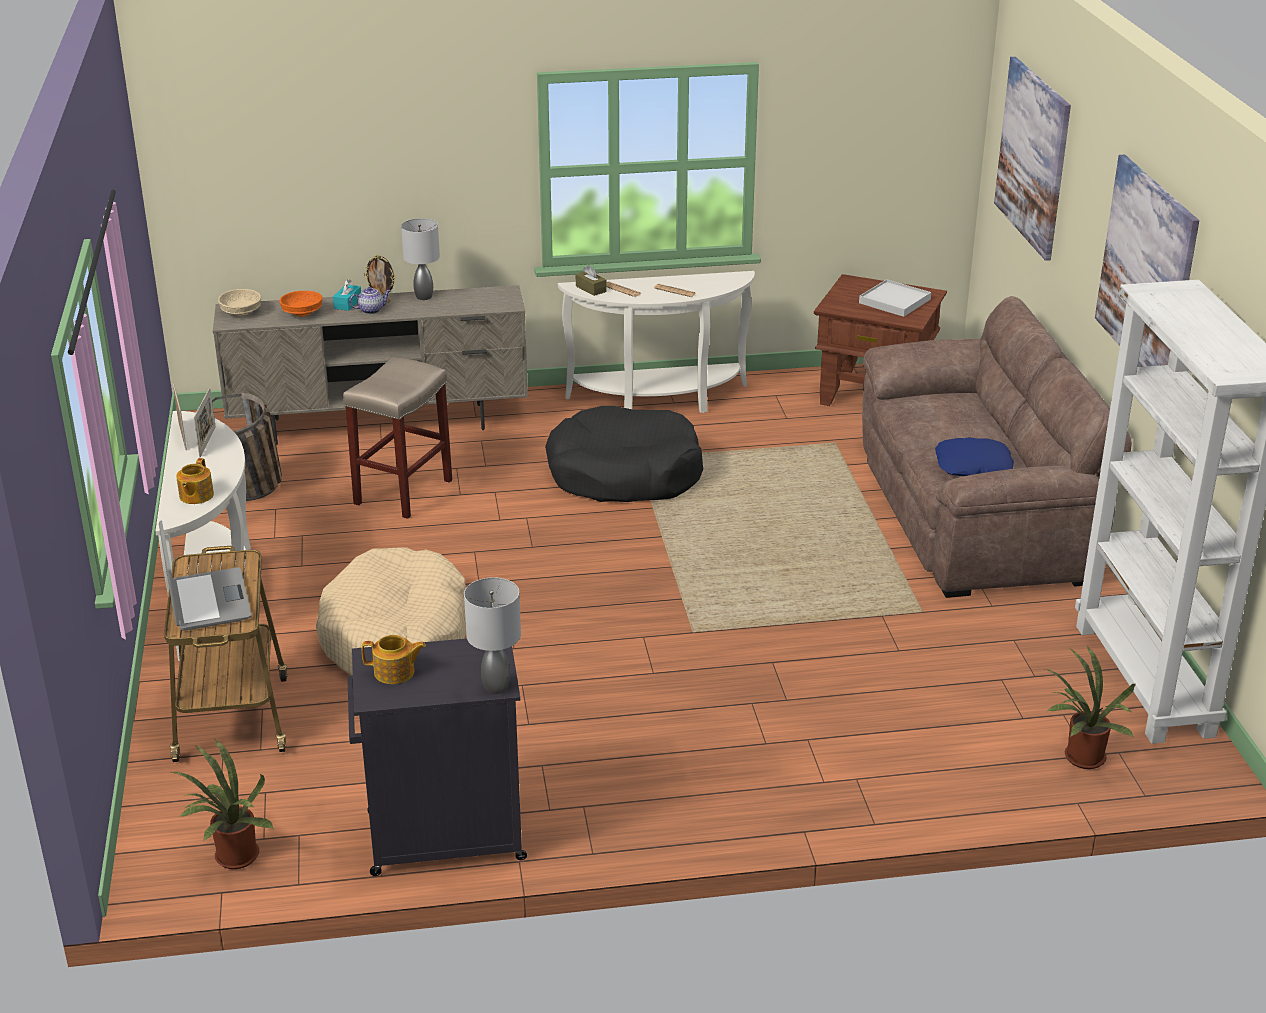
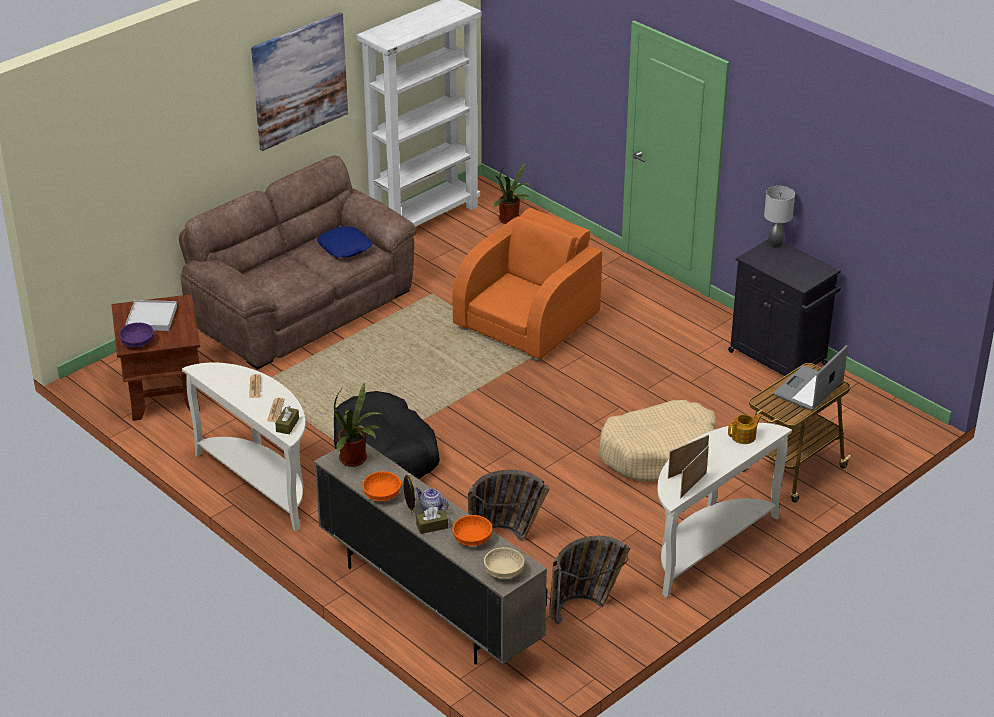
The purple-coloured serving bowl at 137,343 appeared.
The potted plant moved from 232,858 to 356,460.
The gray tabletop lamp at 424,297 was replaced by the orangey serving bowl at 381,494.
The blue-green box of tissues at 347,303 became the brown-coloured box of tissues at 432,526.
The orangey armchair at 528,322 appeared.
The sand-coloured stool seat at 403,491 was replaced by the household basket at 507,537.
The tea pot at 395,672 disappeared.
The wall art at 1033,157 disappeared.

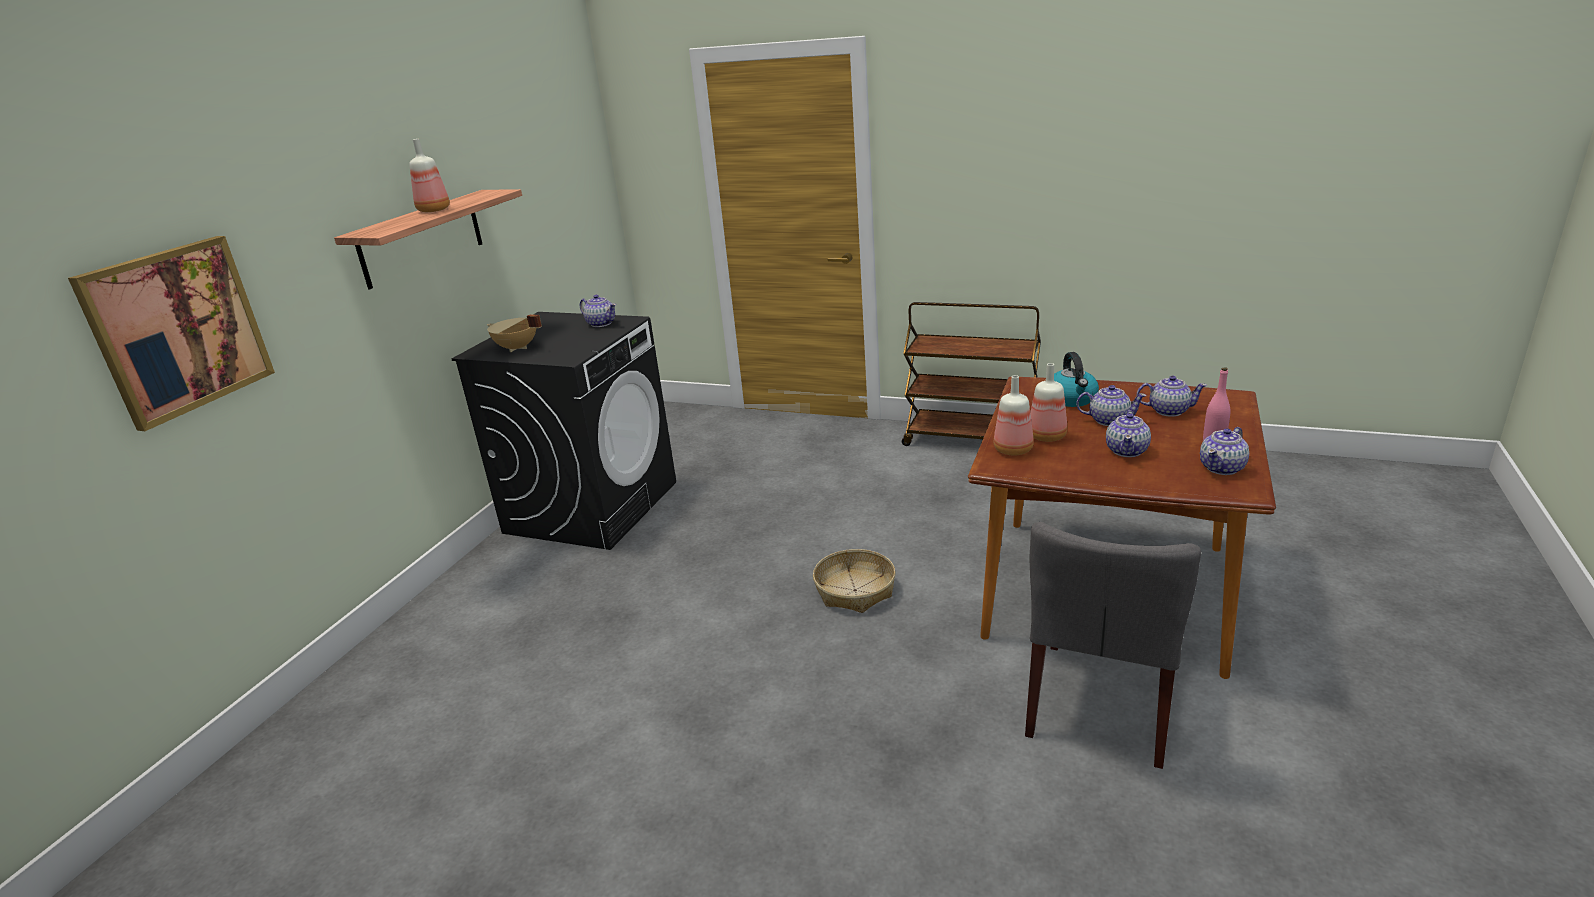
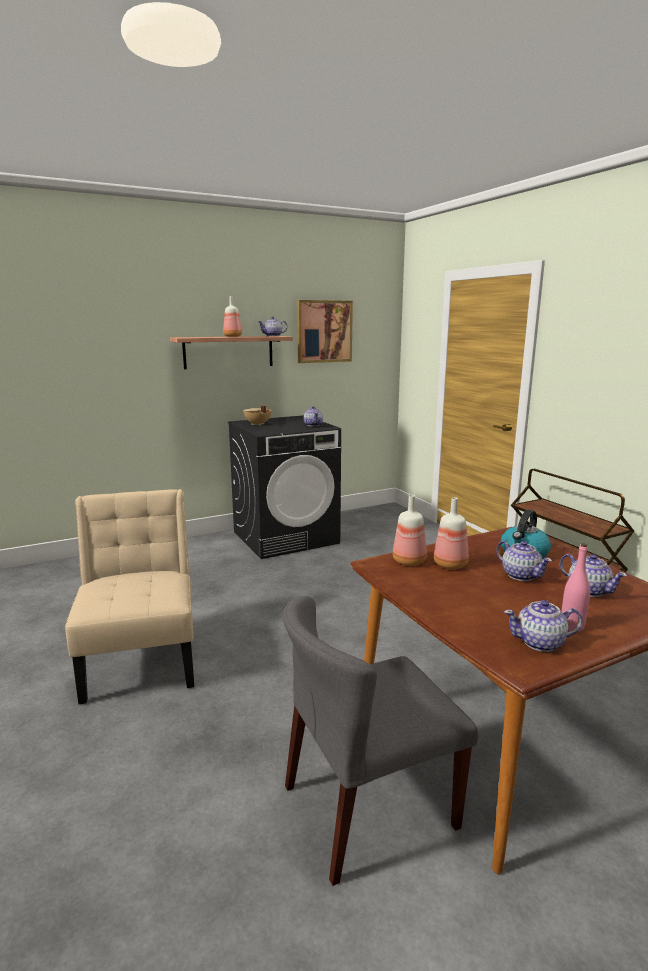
The sand-coloured plain chair at 142,658 appeared.
The tea pot moved from 1127,450 to 273,336.
The wall art moved from 178,330 to 324,331.
The household basket at 854,590 disappeared.

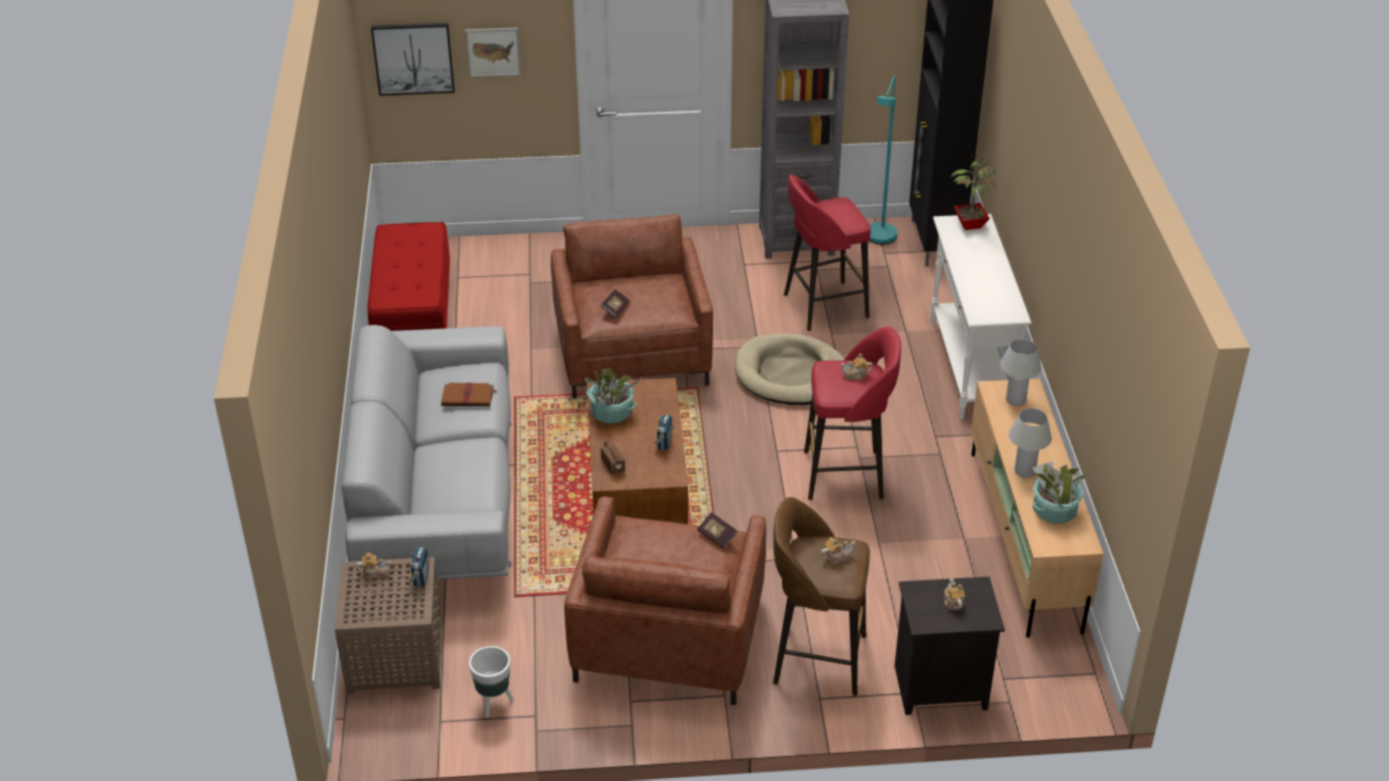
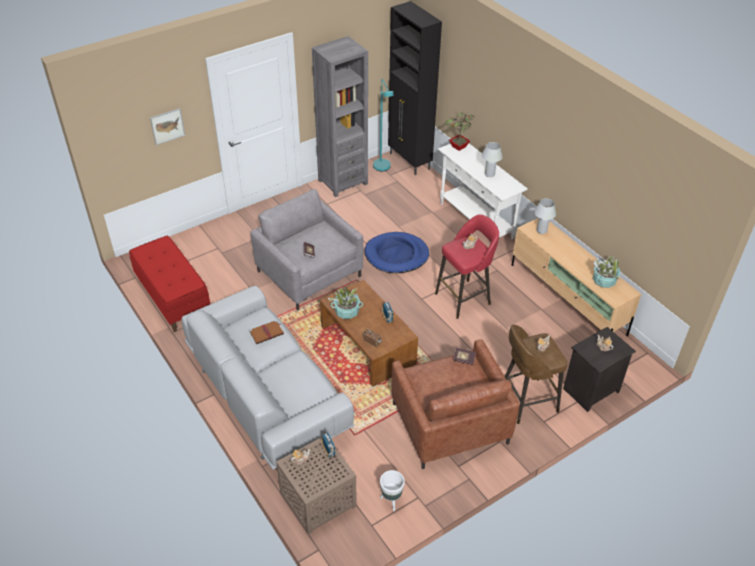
The brown-coloured armchair at 633,355 became the gray armchair at 309,274.
The sand-coloured dog cushion at 791,374 became the blue-coloured dog cushion at 396,255.
The white-coloured tabletop lamp moved from 1024,471 to 489,174.
The wall art at 413,58 disappeared.
The reddish stool seat at 823,306 disappeared.

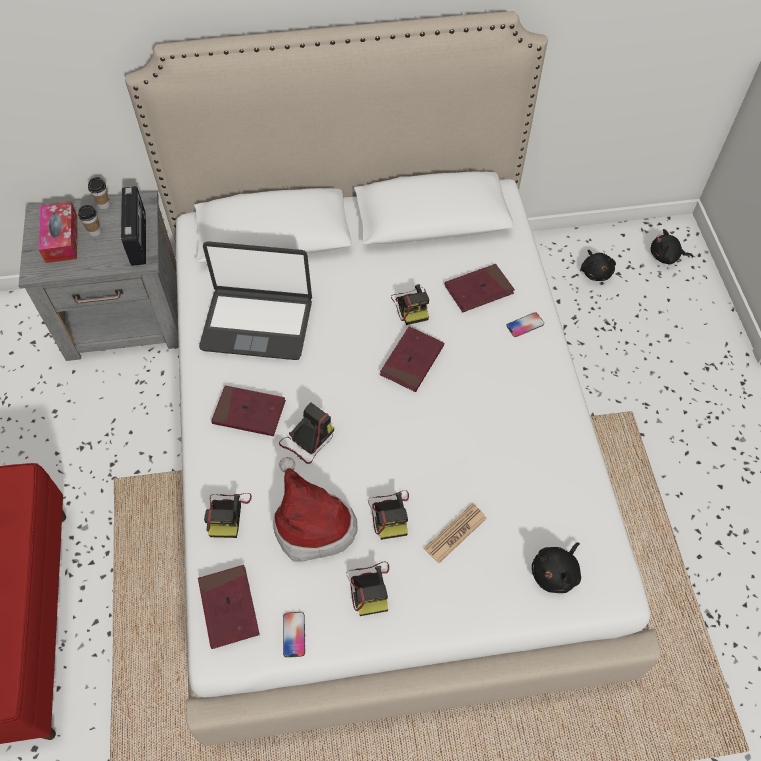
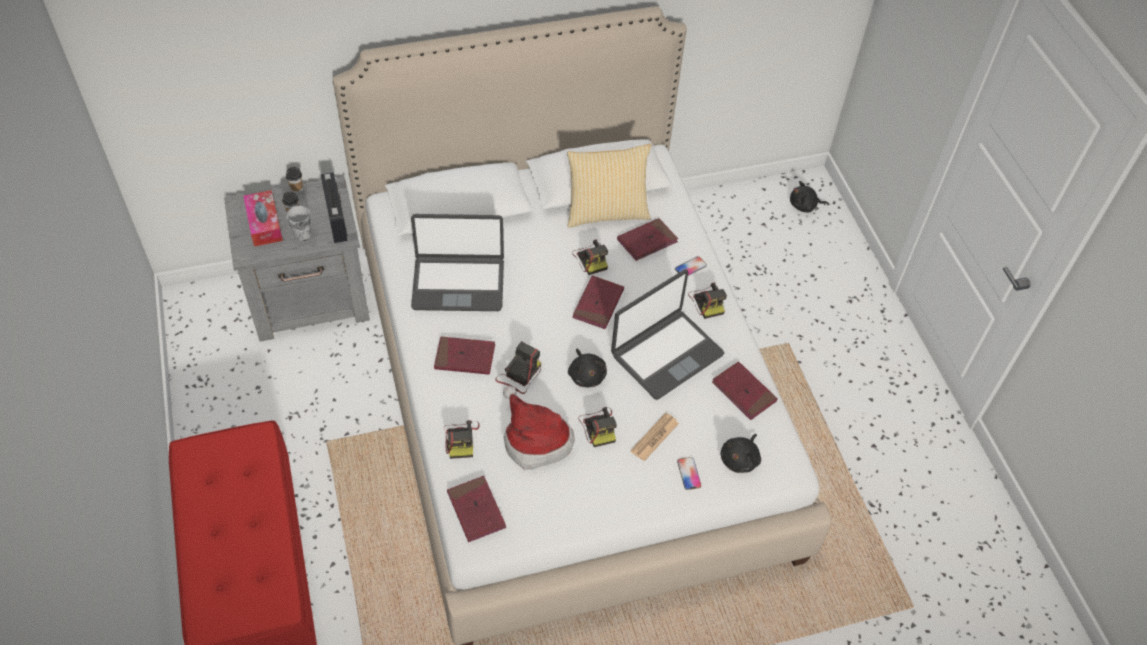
The small cup at 302,235 appeared.
The throw pillow at 606,212 appeared.
The blackish cuddly toy moved from 595,272 to 586,375.
The portable computer at 666,354 appeared.
The handset moved from 294,634 to 689,474.
The still camera moved from 370,588 to 707,302.
The reddish volume at 744,392 appeared.

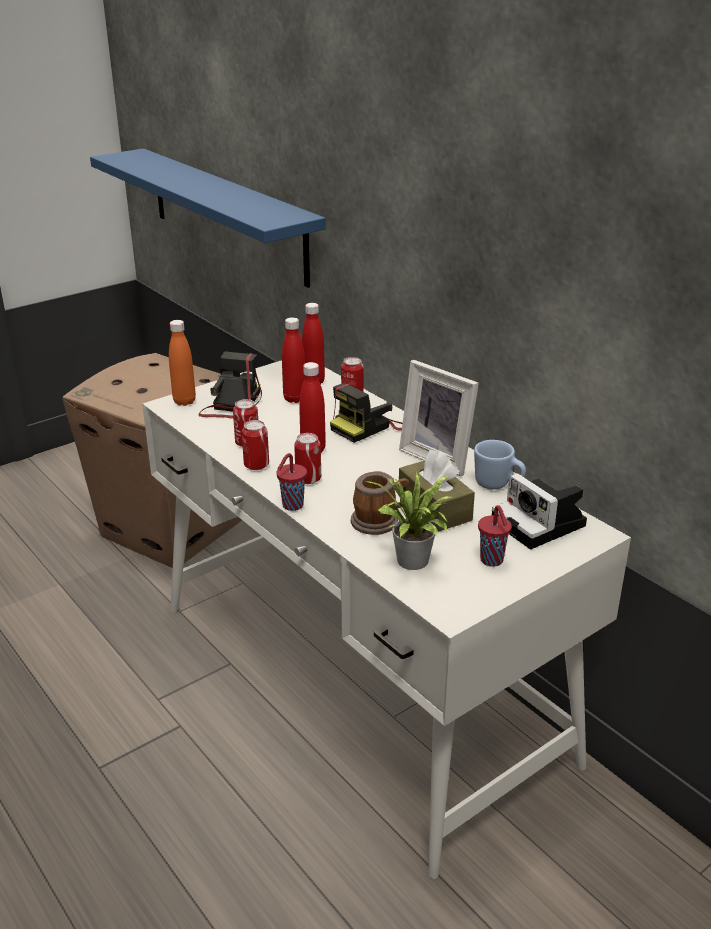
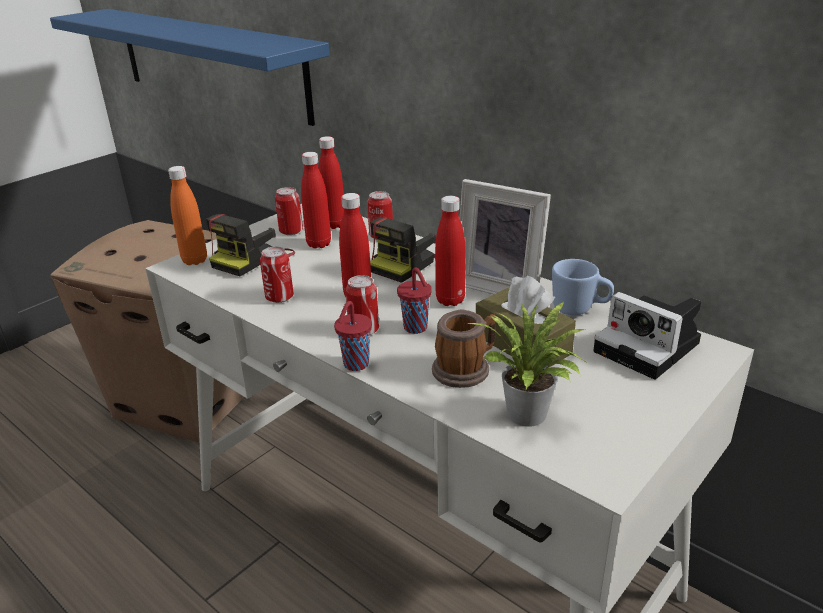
The still camera at 233,406 turned 150 degrees counterclockwise.
The can moved from 256,465 to 291,231.
The reddish small cup moved from 492,561 to 416,328.
The reddish bottle at 450,300 appeared.

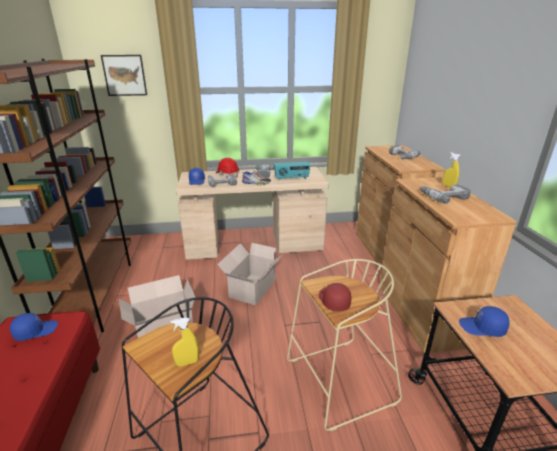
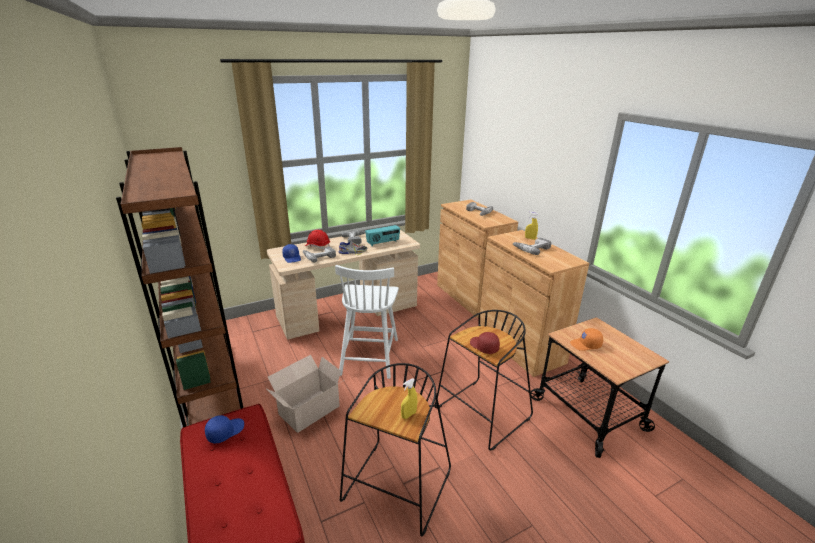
The packing box at 251,289 was replaced by the white-coloured plain chair at 369,355.
The sand-coloured stool seat at 339,383 became the blackish stool seat at 482,414.
The blue-coloured peaked cap at 482,328 became the orangey peaked cap at 586,345.
The wall art at 124,75 disappeared.

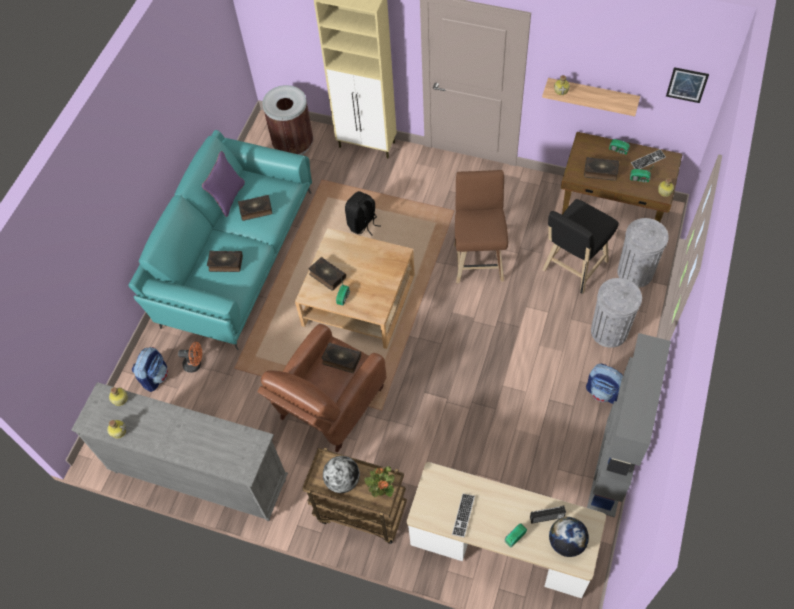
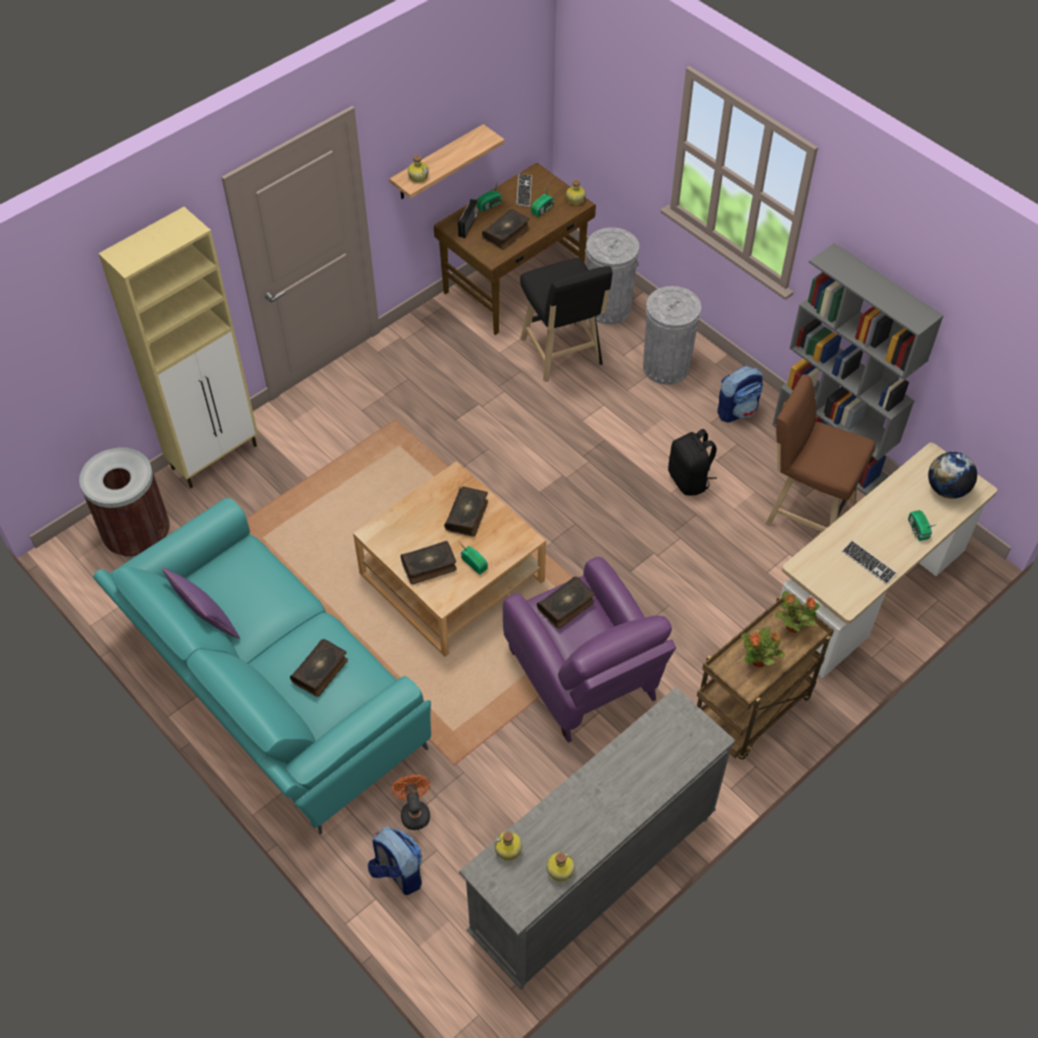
The orangey cooling fan at 195,364 turned 45 degrees counterclockwise.
The volume moved from 256,210 to 467,515.
The radio moved from 547,518 to 468,226.
The brown-coloured armchair at 329,405 became the purple-coloured armchair at 584,678.
The blackish backpack moved from 363,224 to 689,480.
The desk globe at 343,481 was replaced by the potted plant at 759,661.
The brown-coloured stool seat moved from 478,259 to 805,510.
The wall art at 687,85 disappeared.

